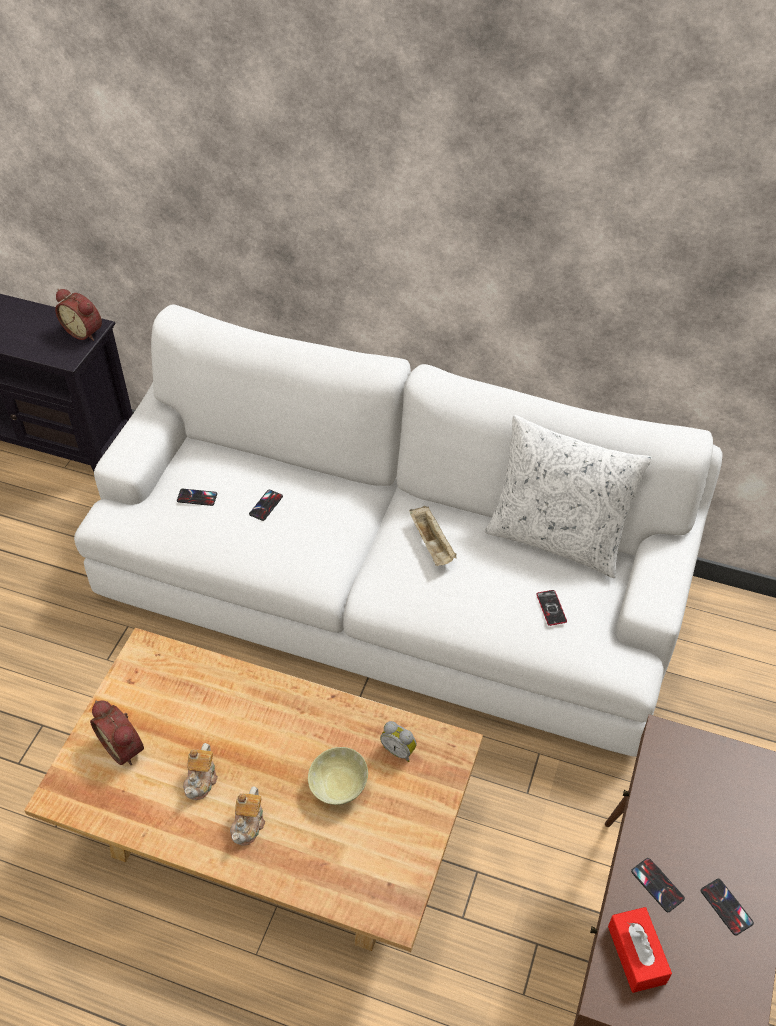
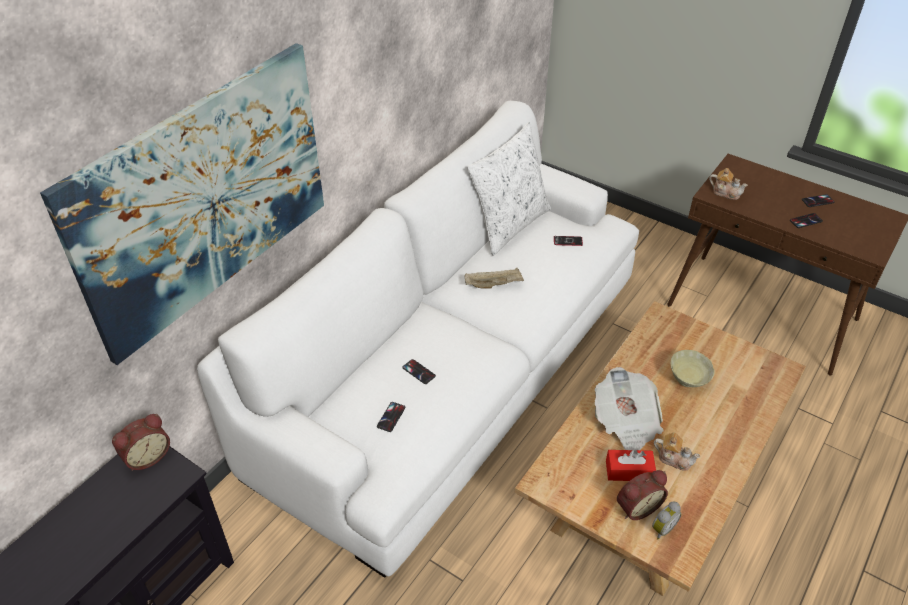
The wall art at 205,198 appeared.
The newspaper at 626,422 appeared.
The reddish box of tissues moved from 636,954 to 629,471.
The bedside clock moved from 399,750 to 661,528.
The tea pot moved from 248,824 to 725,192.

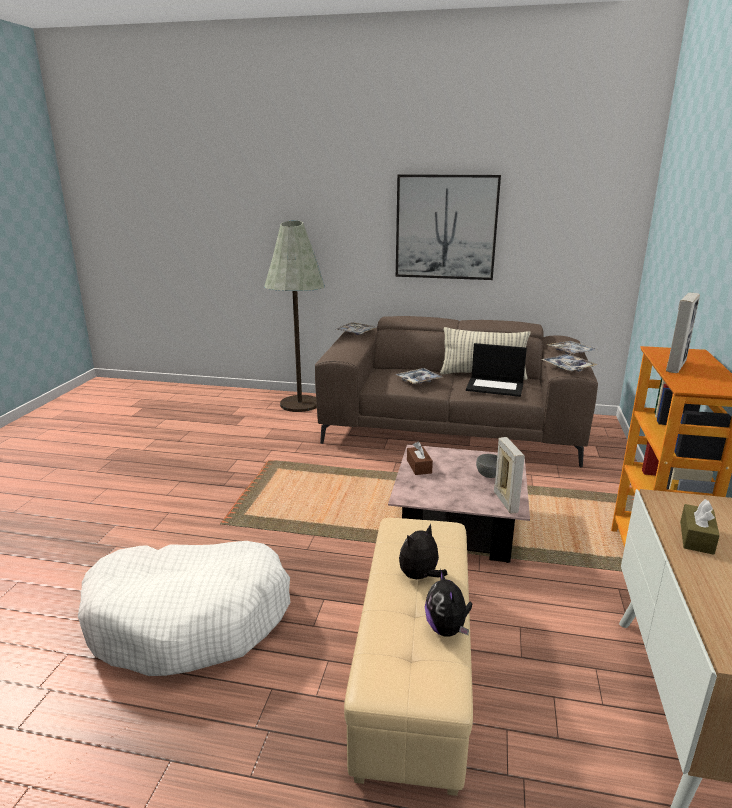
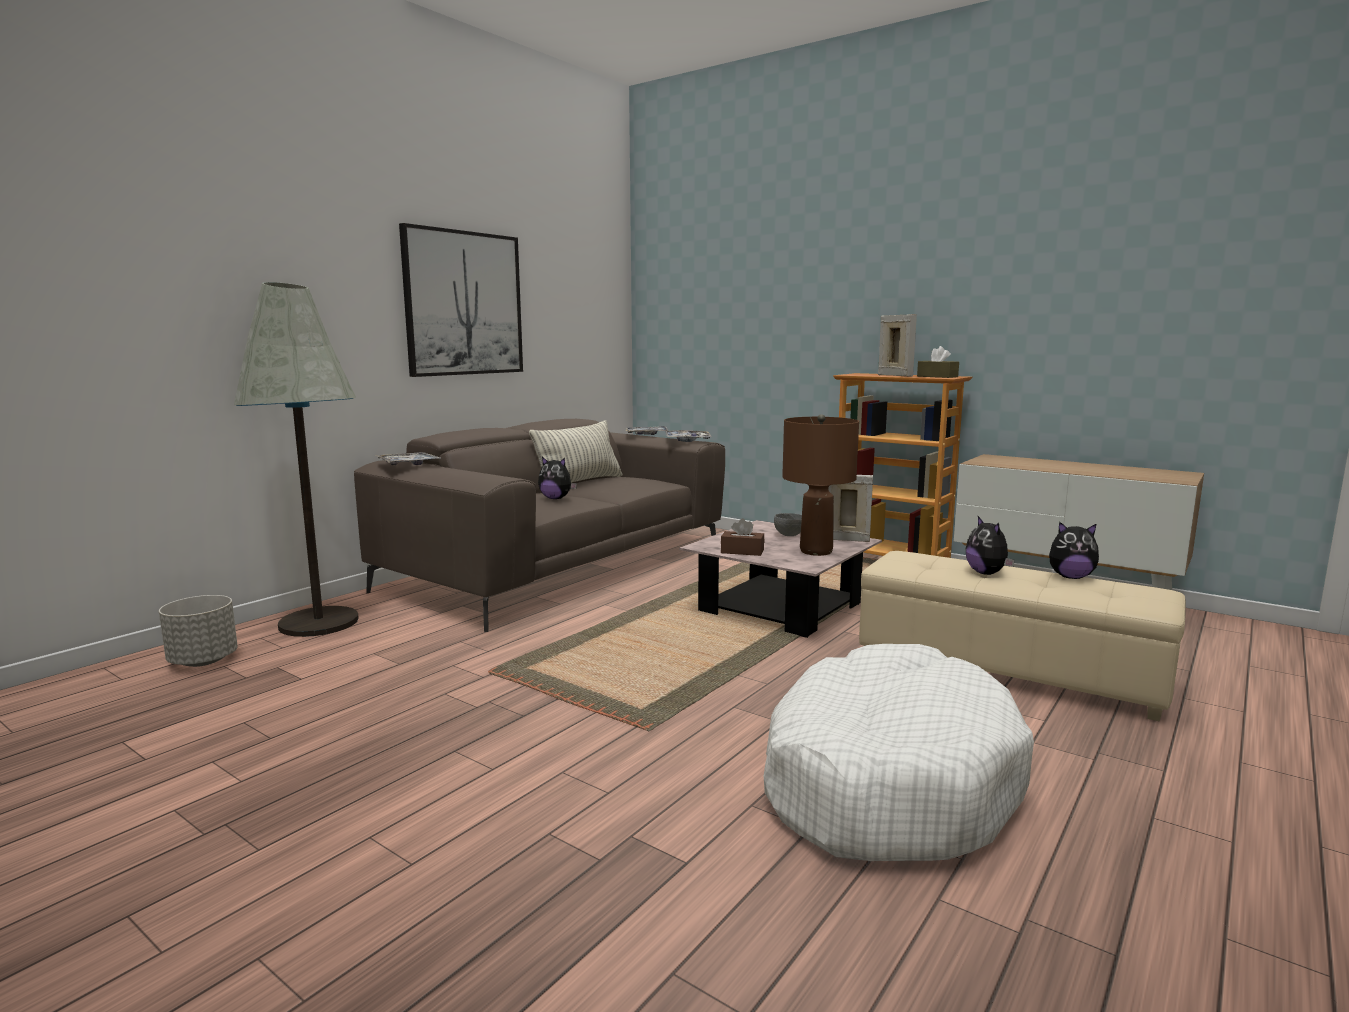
The gray flower pot at 203,661 appeared.
The tray at 419,380 was replaced by the cuddly toy at 556,498.
The brown-coloured tabletop lamp at 816,551 appeared.
The brown-coloured box of tissues moved from 696,537 to 937,376.
The portable computer at 495,387 disappeared.

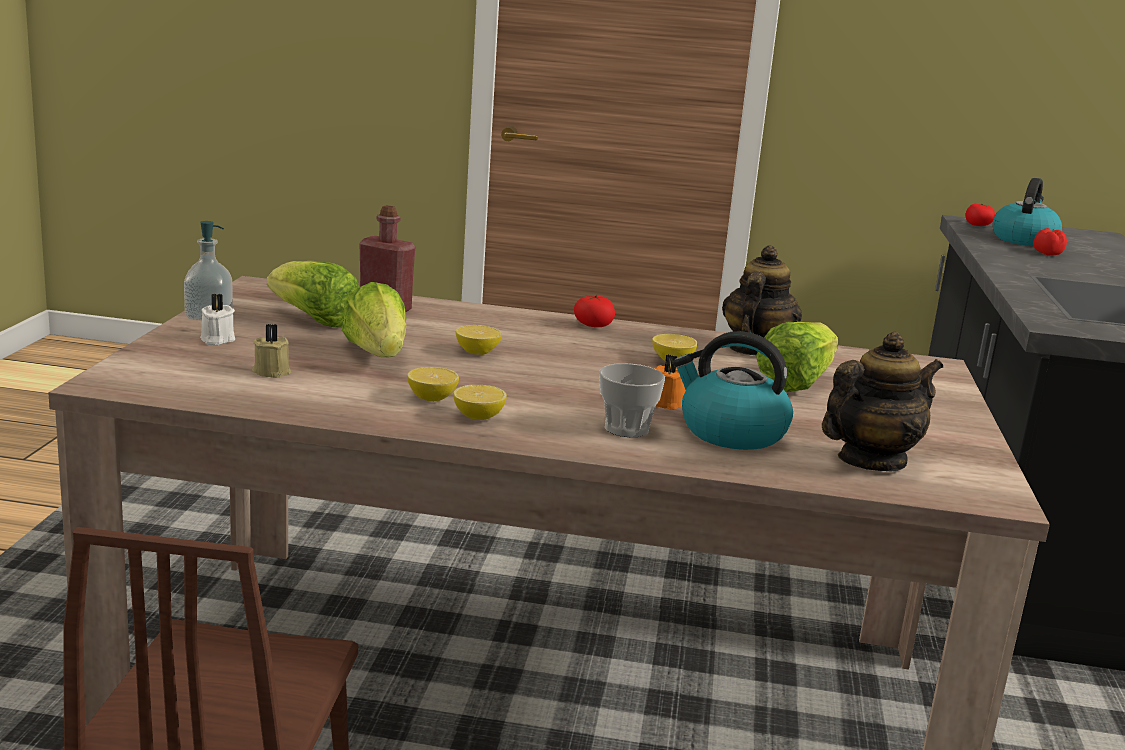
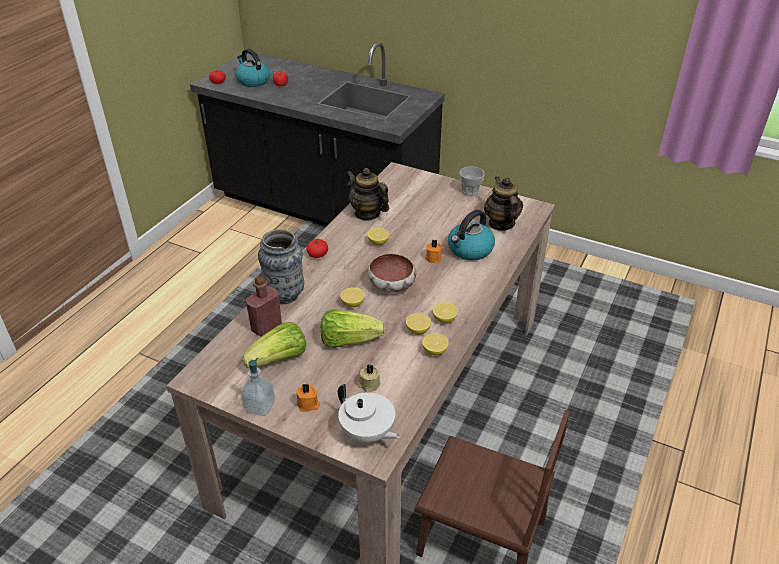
The vase at 285,296 appeared.
The white-coloured candle at 216,340 became the orangey candle at 308,405.
The white-coloured tea pot at 367,434 appeared.
The serving bowl at 392,285 appeared.
The lemon at 435,351 appeared.
The small cup moved from 626,429 to 470,191.
The lettuce head at 796,383 disappeared.

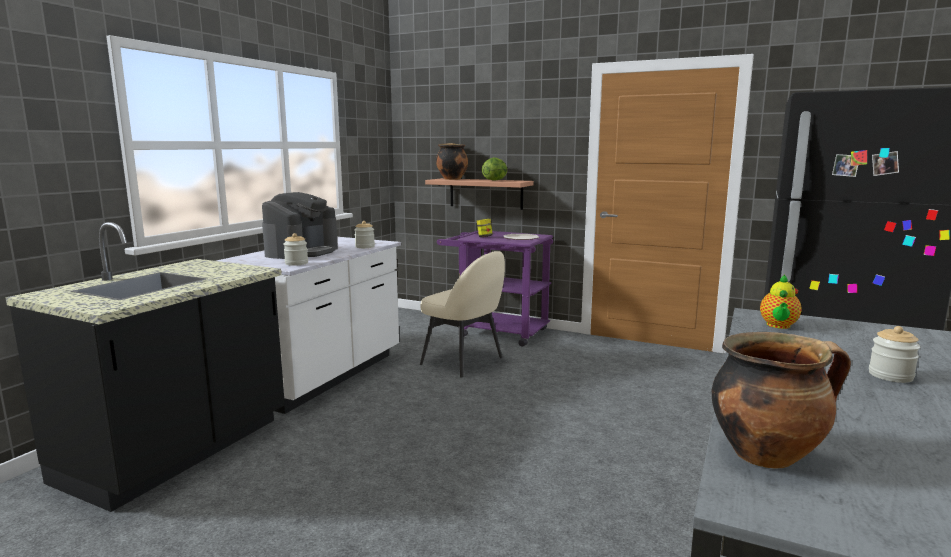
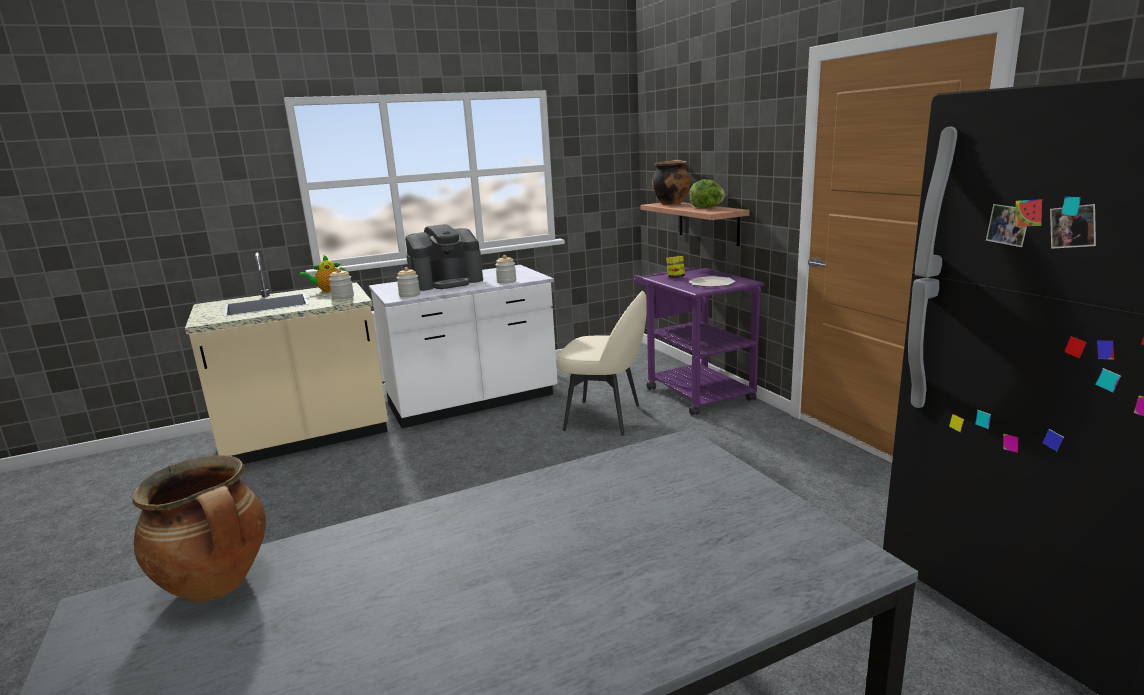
The blackish kitchen base unit at 178,451 became the sand-coloured kitchen base unit at 307,438.
The tea pot moved from 778,326 to 328,290.
The storage jar moved from 890,376 to 343,297.
The sand-coloured plain chair at 463,361 turned 60 degrees counterclockwise.

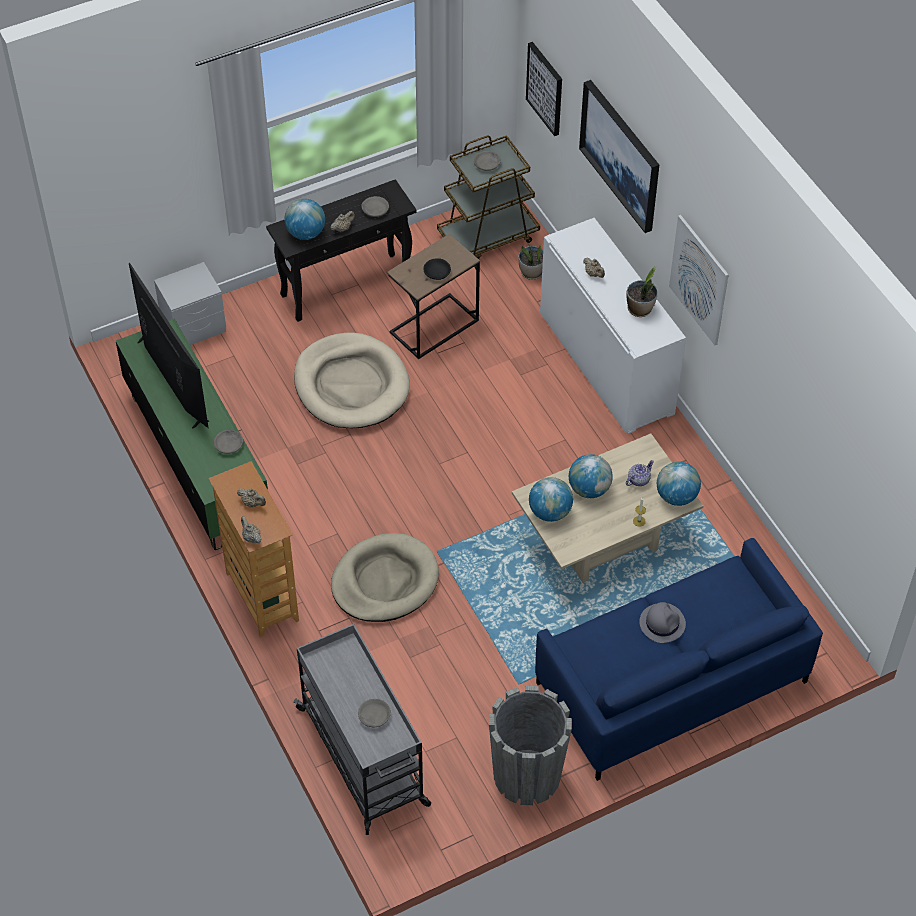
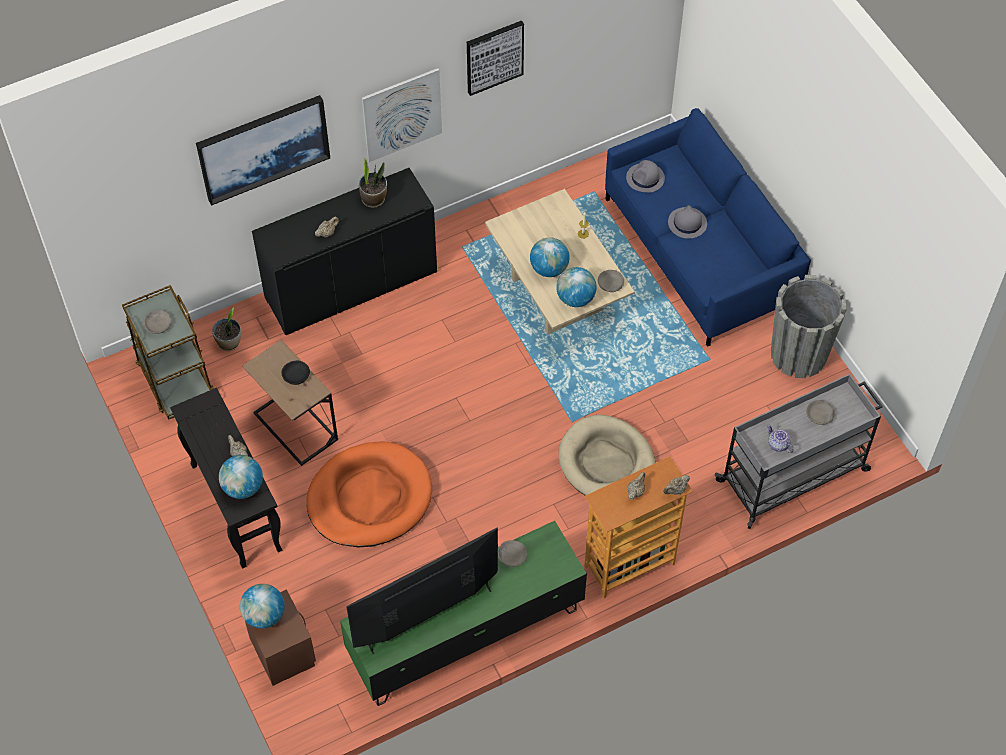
The desk globe moved from 676,496 to 264,615.
The gray bedside table at 193,327 became the brown-coloured bedside table at 282,652.
The white-coloured storage cabinet at 606,363 became the blackish storage cabinet at 351,285.
The sand-coloured dog cushion at 351,385 became the orangey dog cushion at 369,498.
The wall art moved from 545,88 to 494,56.
The gray serving bowl moved from 375,210 to 610,284.
The gray wearable hat at 645,178 appeared.
The tea pot moved from 638,480 to 778,445.

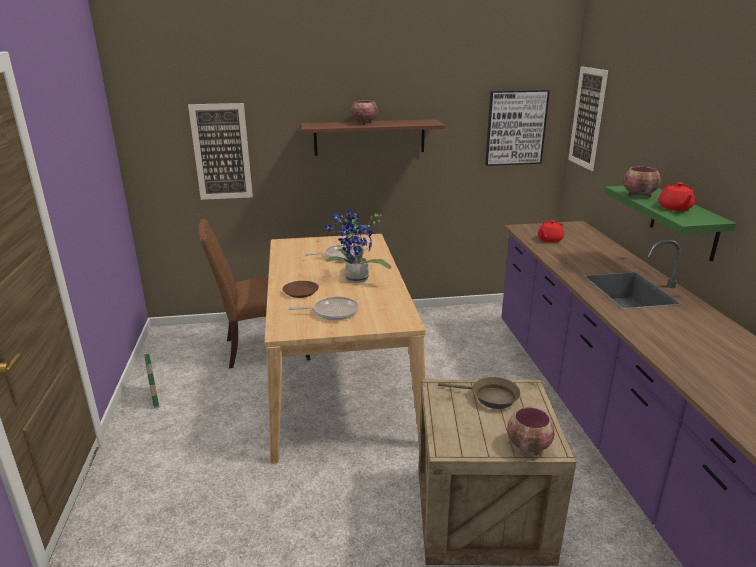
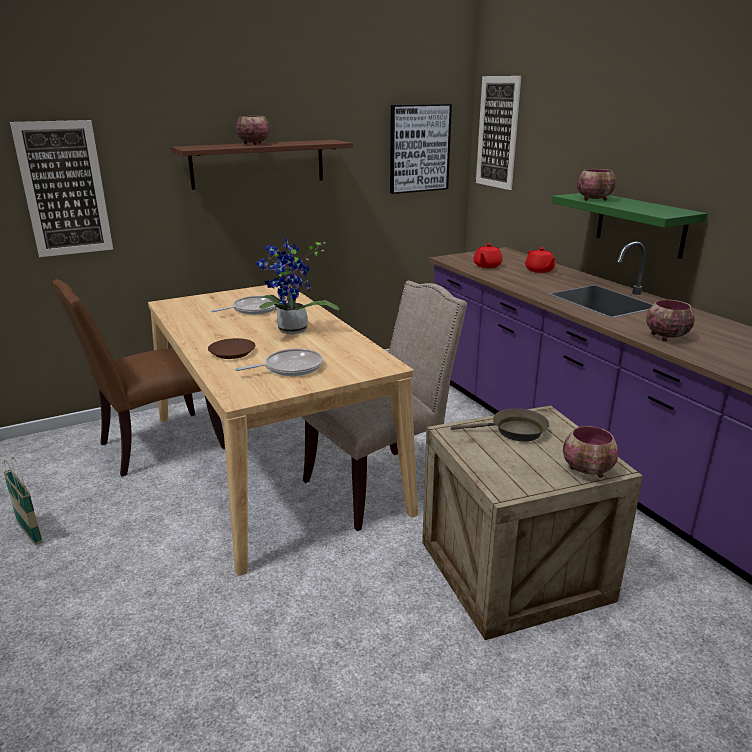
The sand-coloured plain chair at 381,483 appeared.
The reddish tea pot moved from 675,208 to 539,270.
The serving bowl at 665,336 appeared.

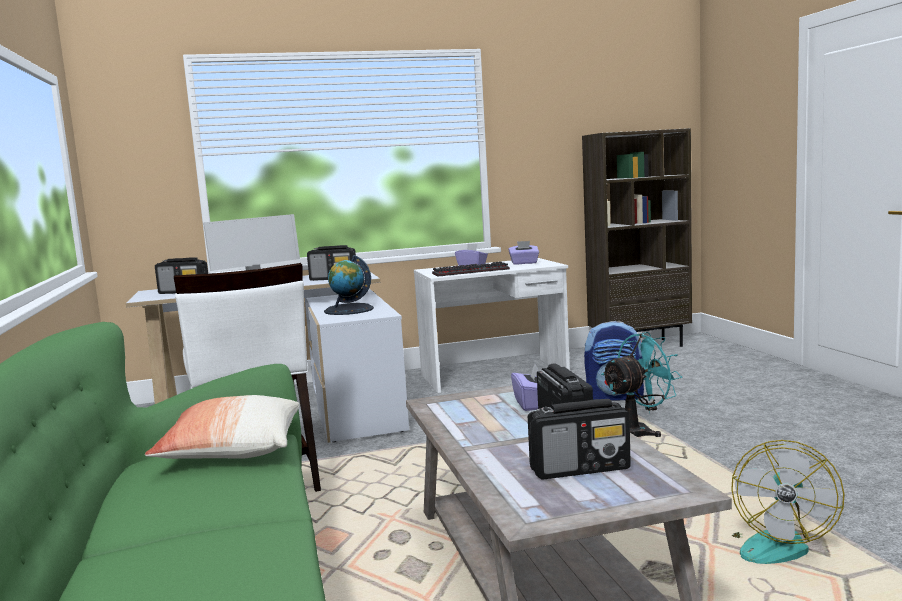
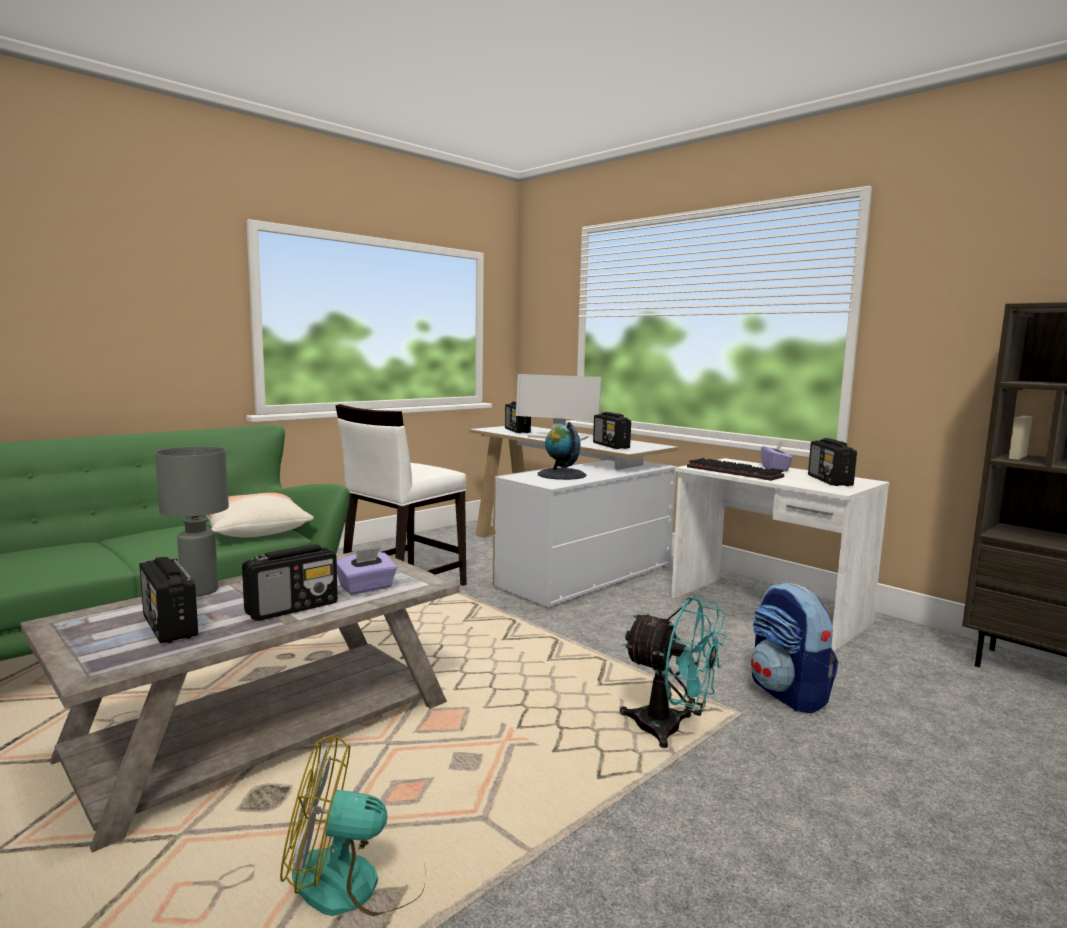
The gray tabletop lamp at 199,591 appeared.
The purple-coloured box of tissues at 524,263 was replaced by the radio at 829,481.

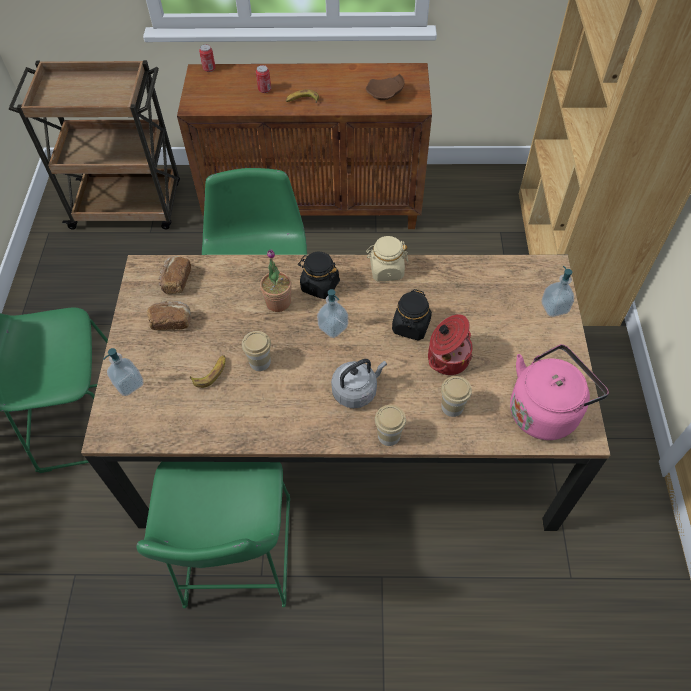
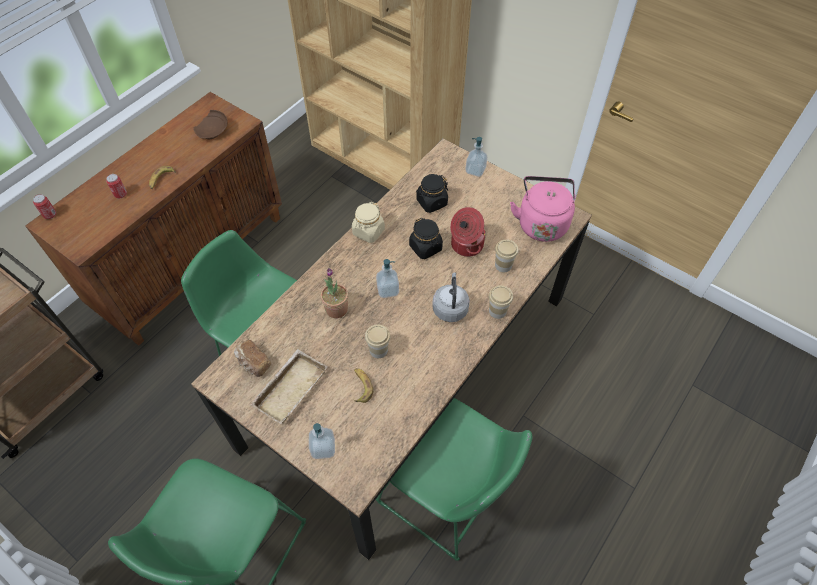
The baked bread at 171,321 was replaced by the sand-coloured tray at 289,387.
The blackish storage jar moved from 319,286 to 431,202.

